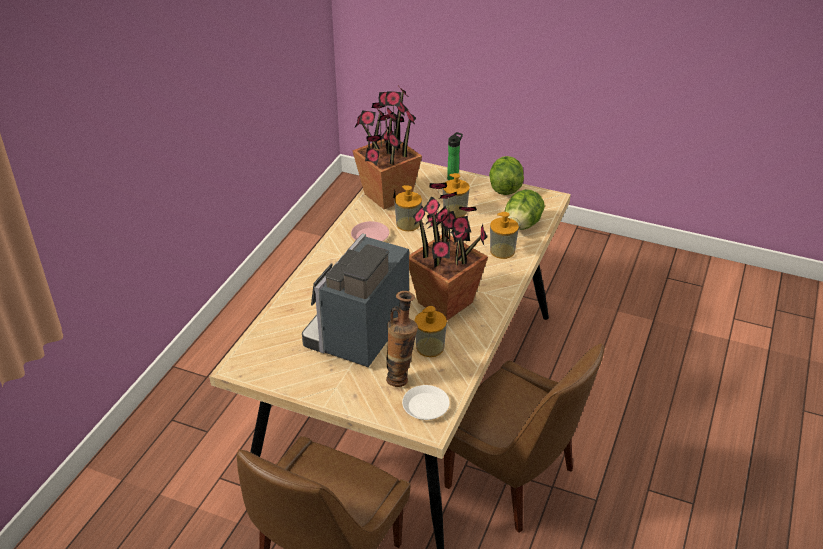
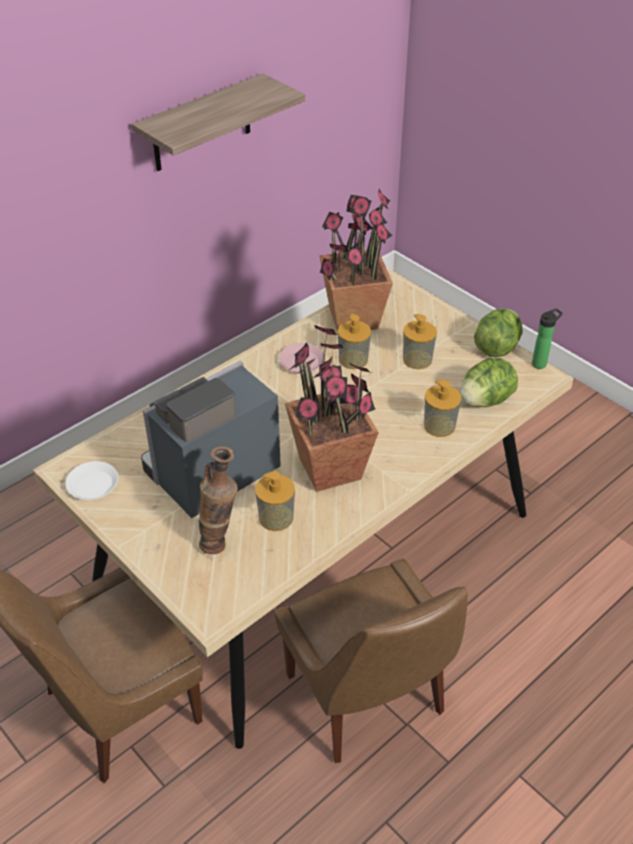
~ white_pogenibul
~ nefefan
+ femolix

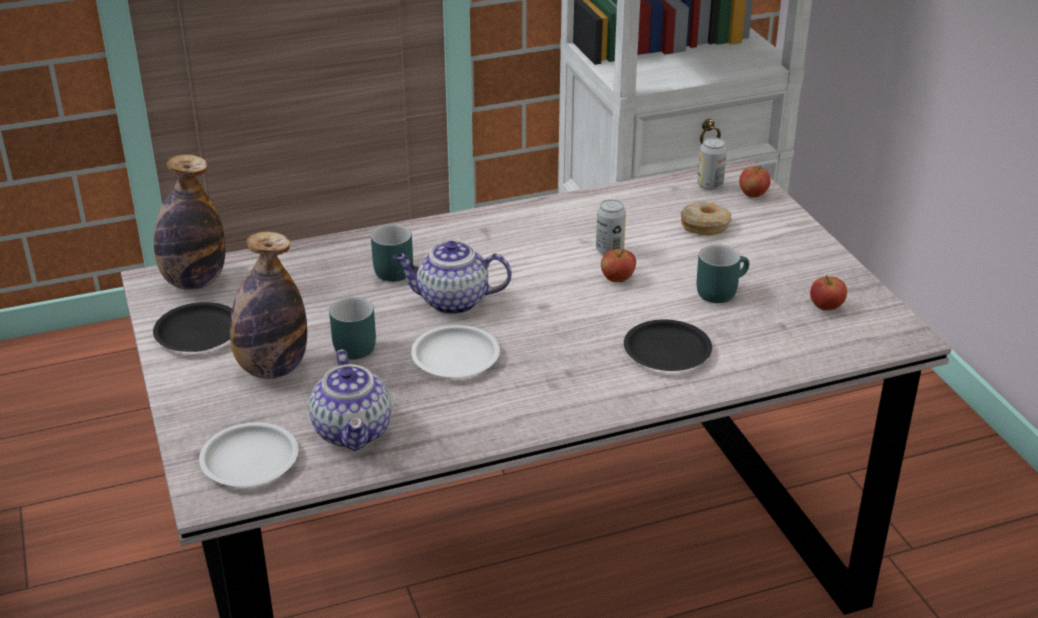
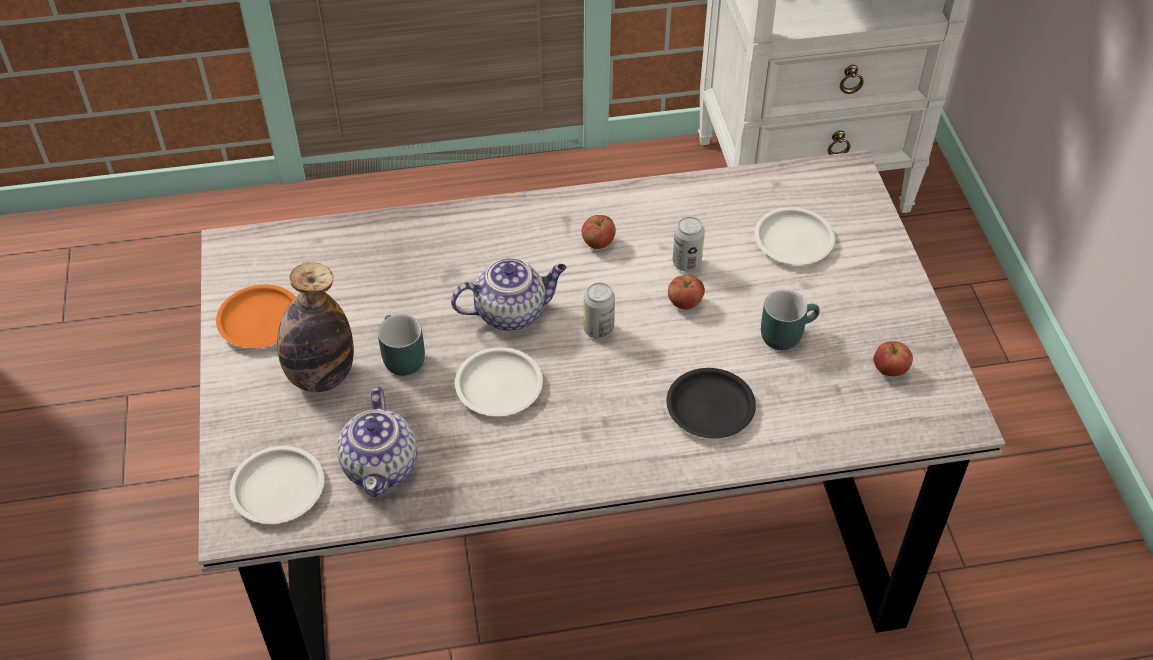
~ black_pogenibul (no. 1 from left) to orange_pogenibul
- nefefan (no. 1 from left)
- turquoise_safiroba (no. 2 from left)
~ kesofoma (no. 2 from left) 150 degrees clockwise
~ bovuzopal to white_pogenibul (no. 3 from left)
~ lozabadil (no. 2 from left in the first image) to lozabadil (no. 1 from left)
~ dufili (no. 2 from left in the first image) to dufili (no. 1 from left)

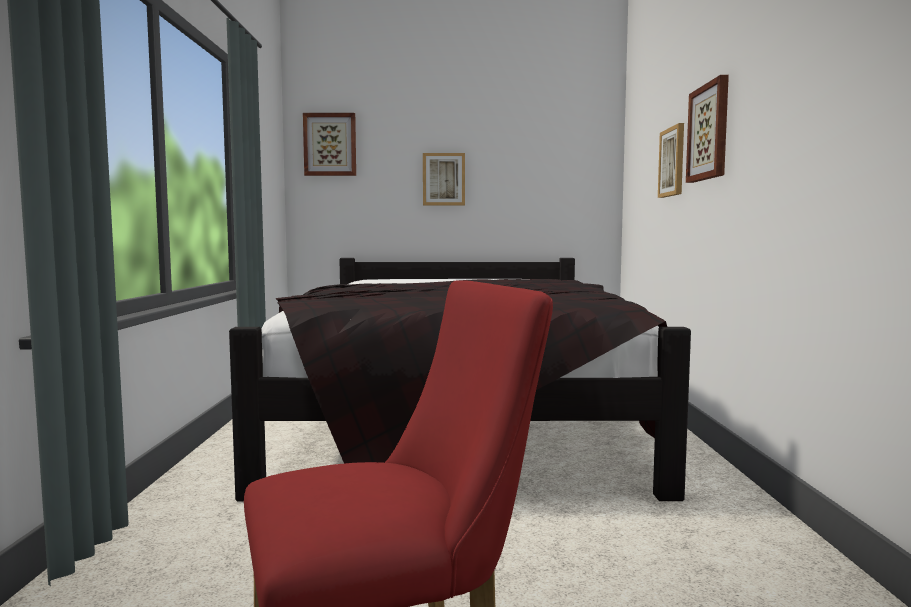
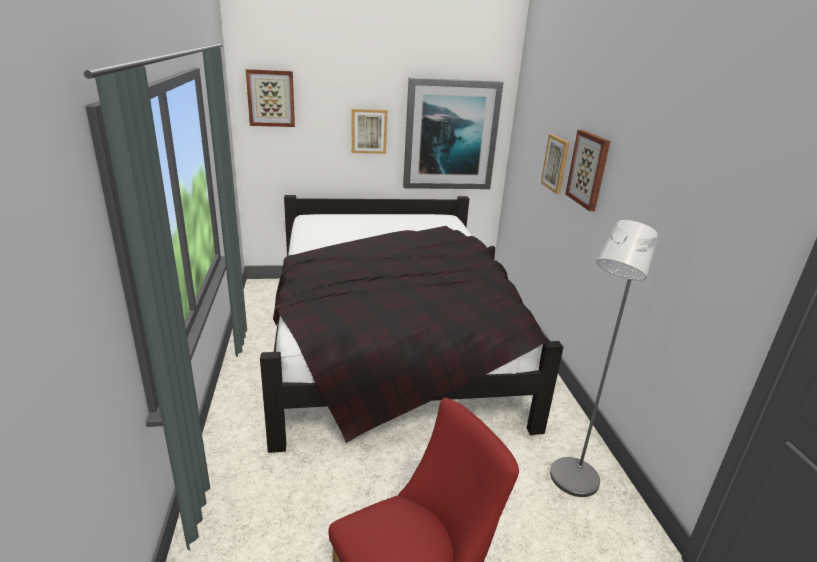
+ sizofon (no. 3 from left)
+ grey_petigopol

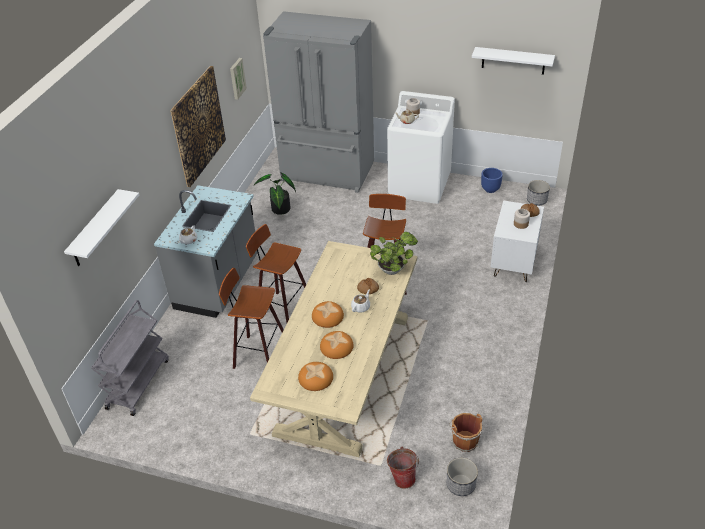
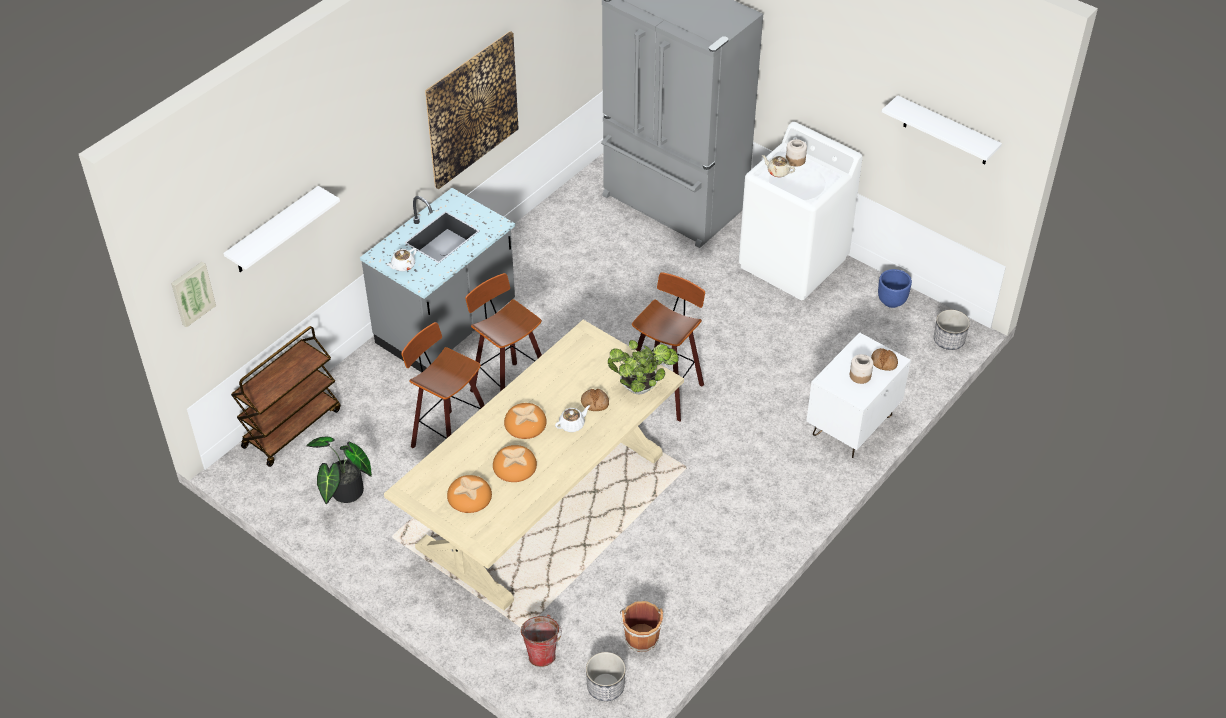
~ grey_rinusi to brown_rinusi
~ sizofon (no. 2 from left in the first image) to sizofon (no. 1 from left)
~ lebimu (no. 1 from left)

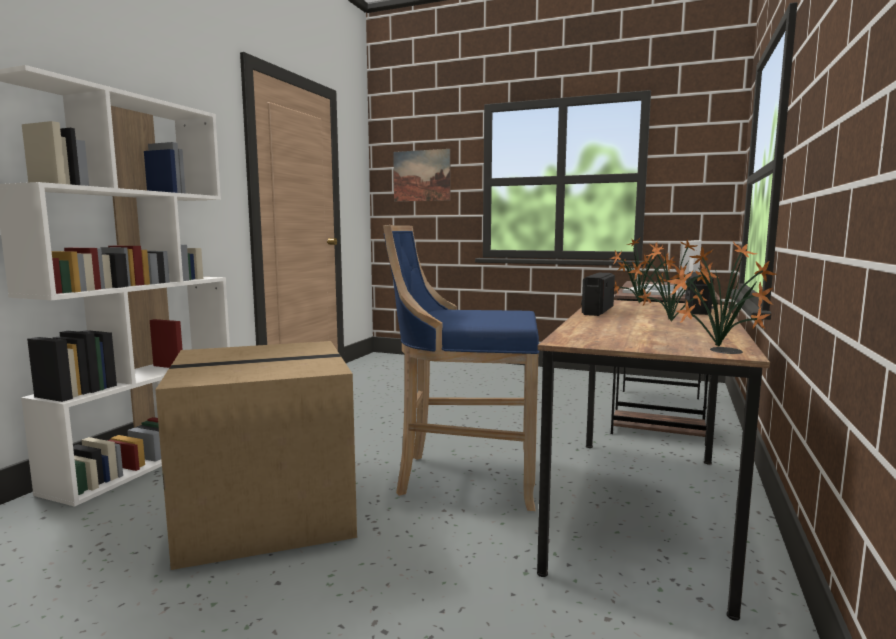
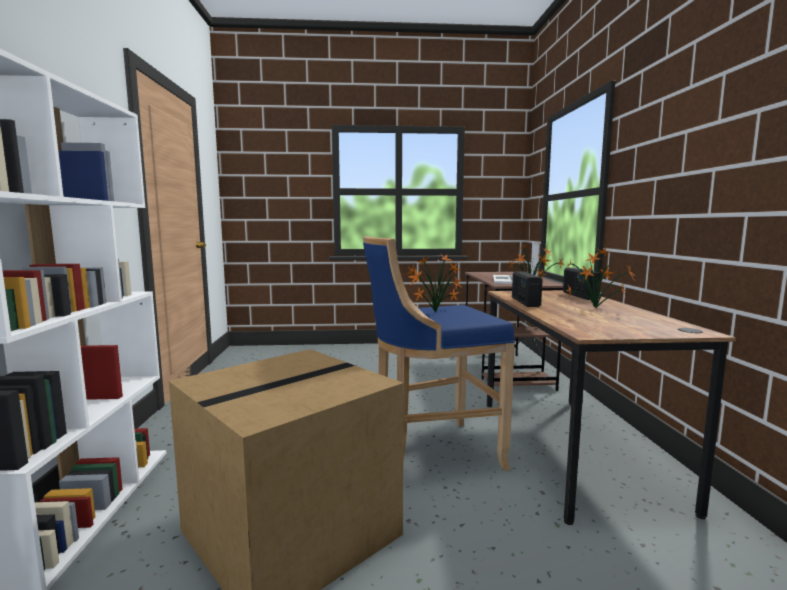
- sizofon
~ lebimu (no. 3 from left in the first image) to lebimu (no. 1 from left)

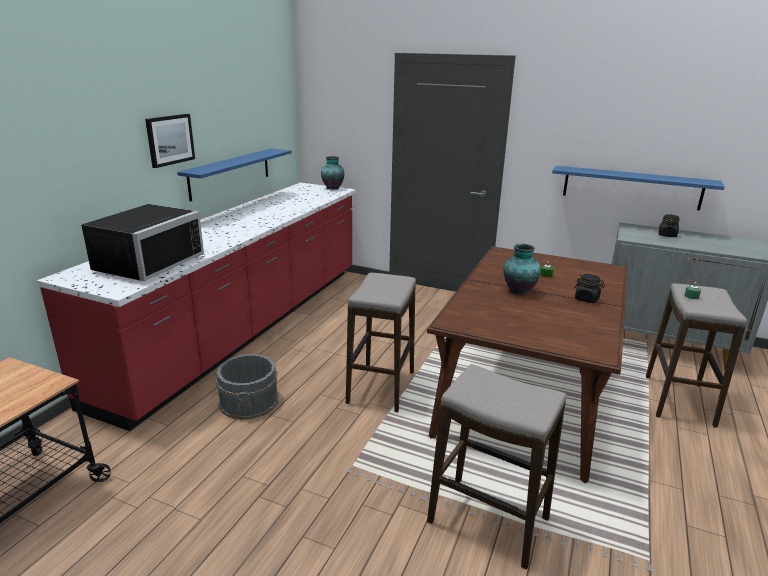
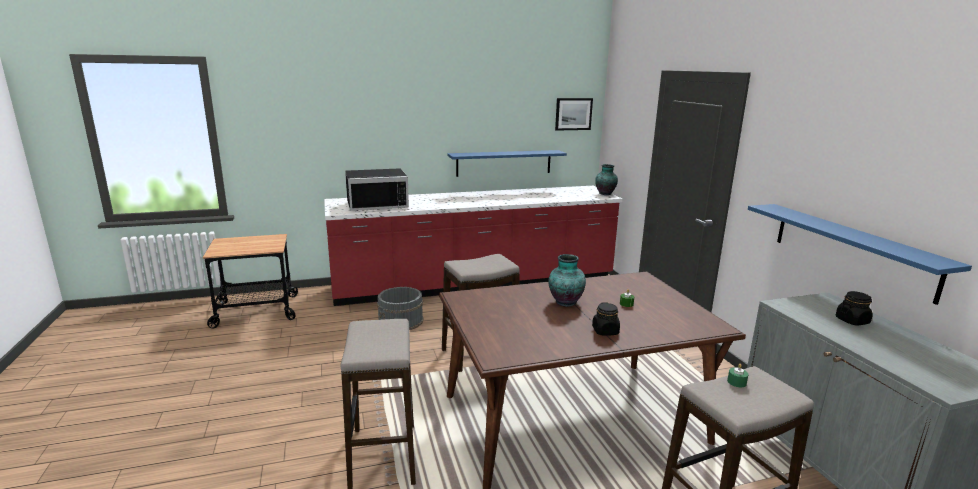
~ sizofon

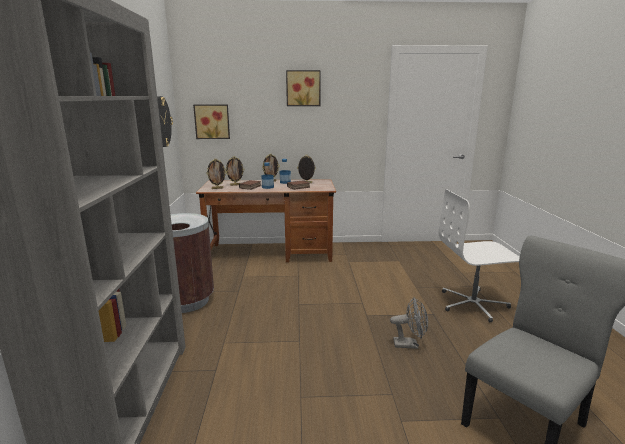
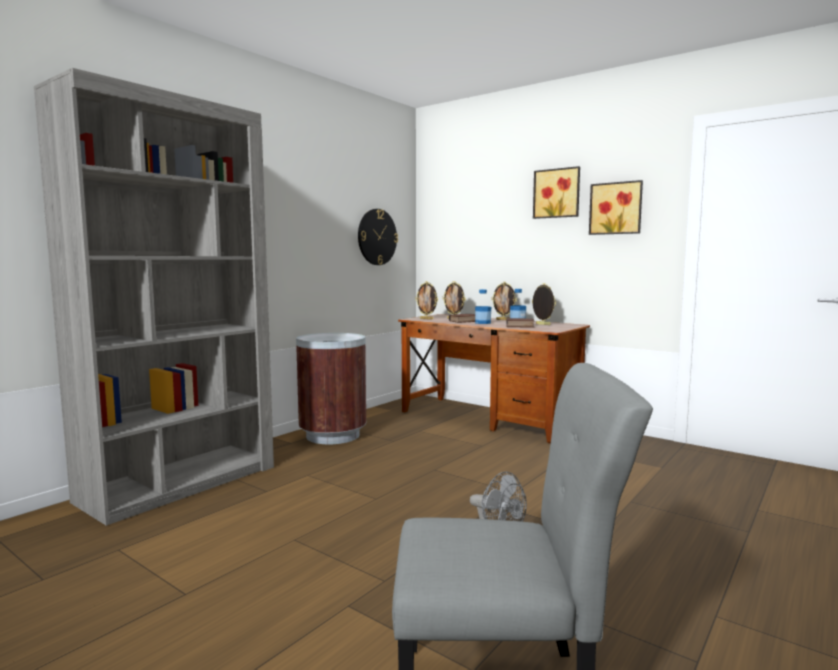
~ sizofon (no. 1 from left in the first image) to sizofon (no. 2 from left)
- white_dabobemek

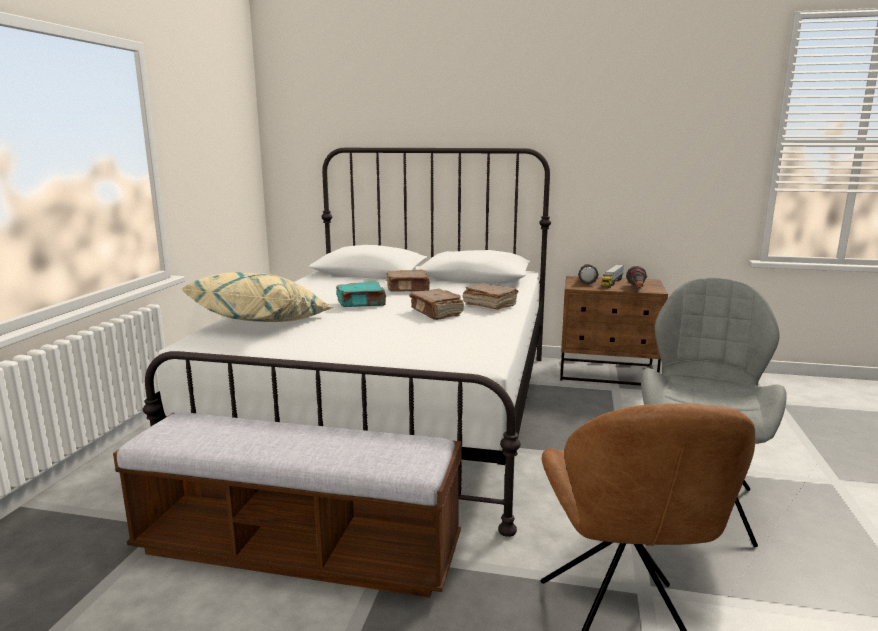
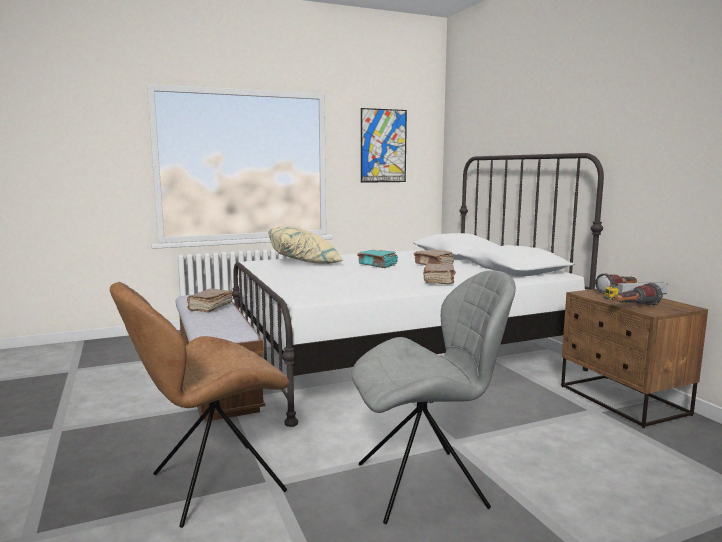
~ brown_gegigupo (no. 2 from left in the first image) to brown_gegigupo (no. 1 from left)
+ sizofon

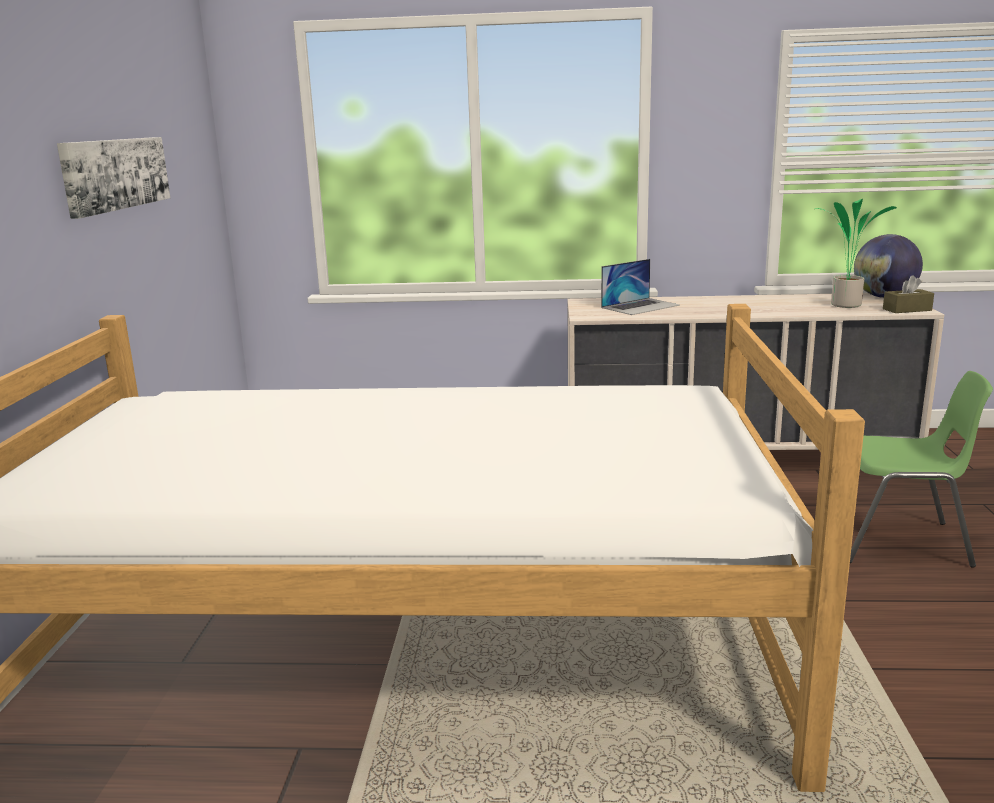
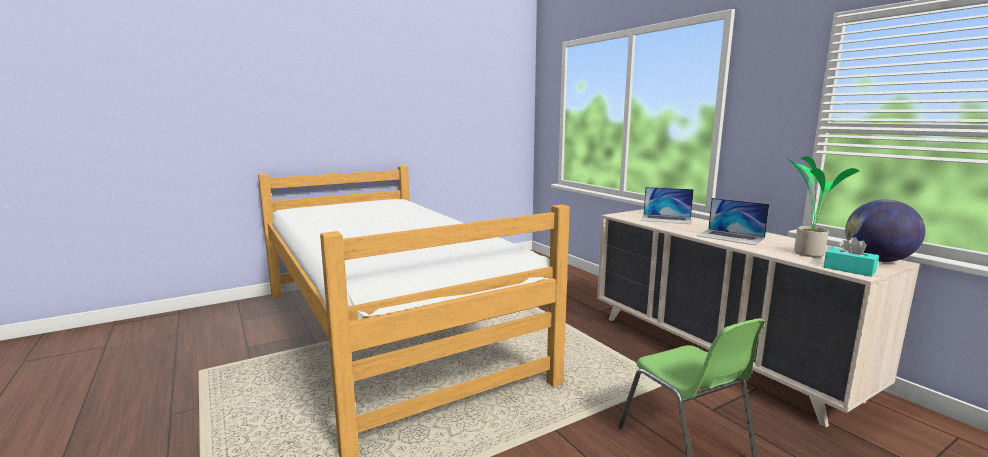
- sizofon
~ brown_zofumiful to turquoise_zofumiful
+ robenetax (no. 2 from left)

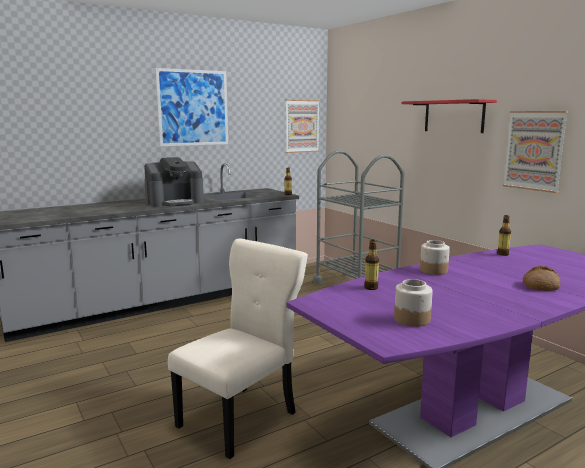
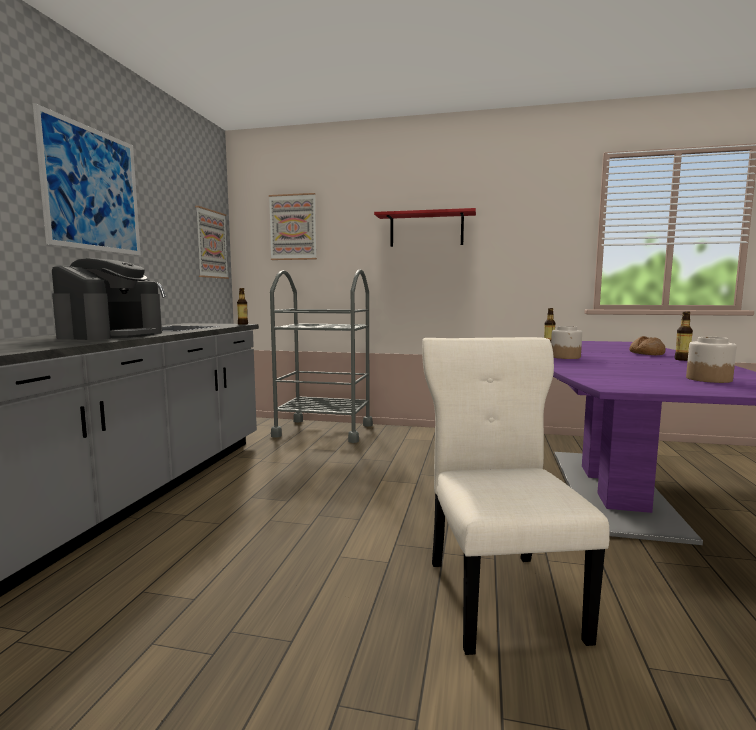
~ nefefan (no. 2 from left in the first image) to nefefan (no. 3 from left)
~ sizofon (no. 3 from left)

